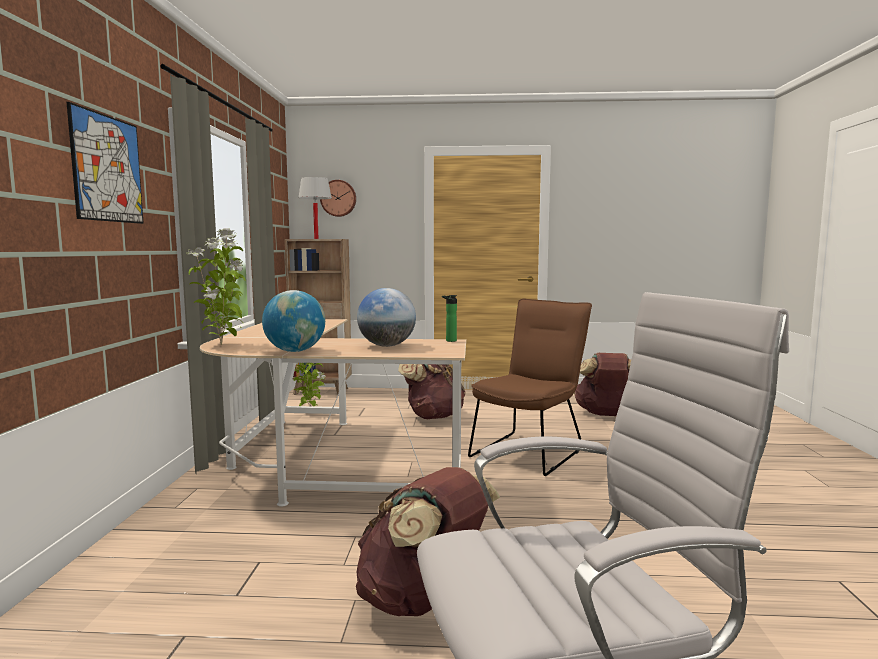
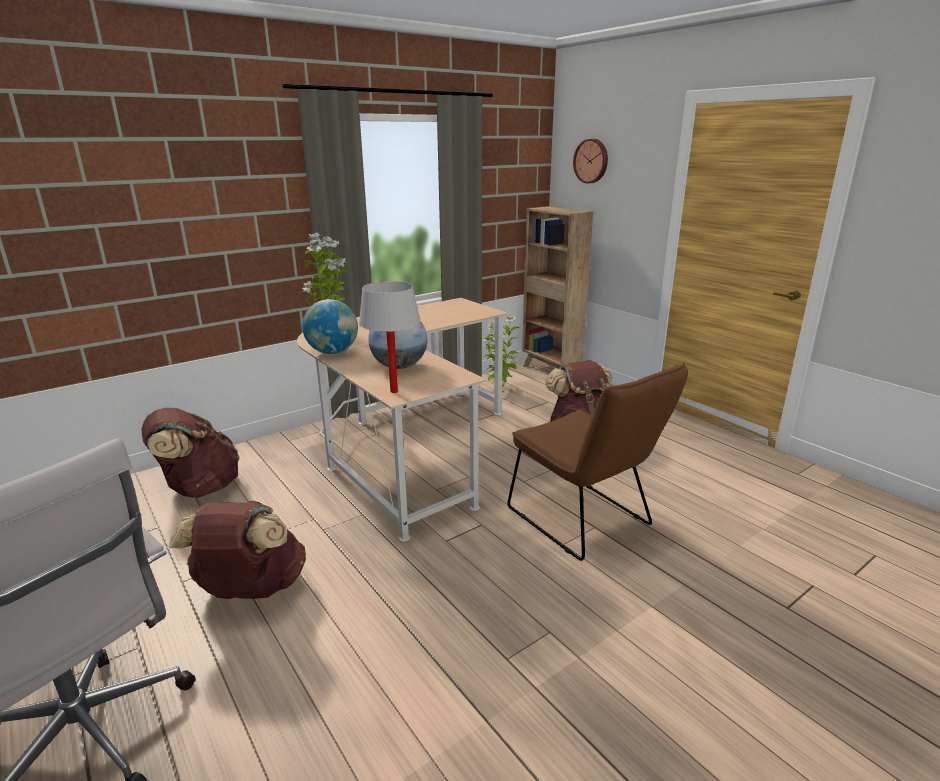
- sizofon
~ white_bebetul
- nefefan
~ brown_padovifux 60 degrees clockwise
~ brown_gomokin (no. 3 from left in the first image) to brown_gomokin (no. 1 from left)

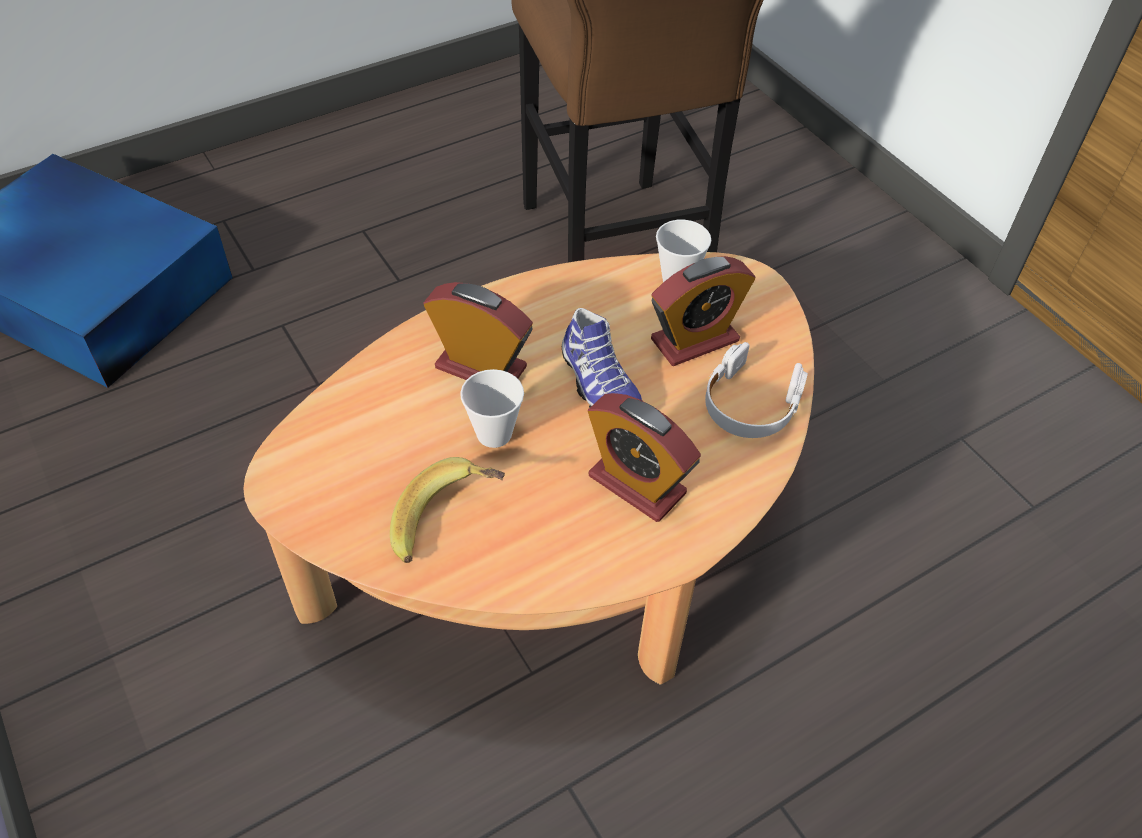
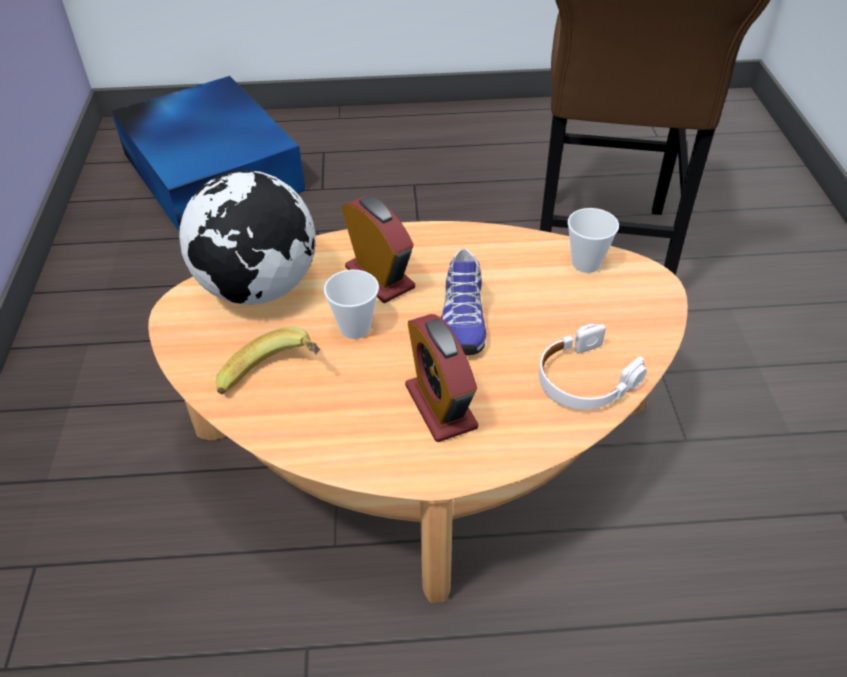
- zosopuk (no. 3 from left)
+ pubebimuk

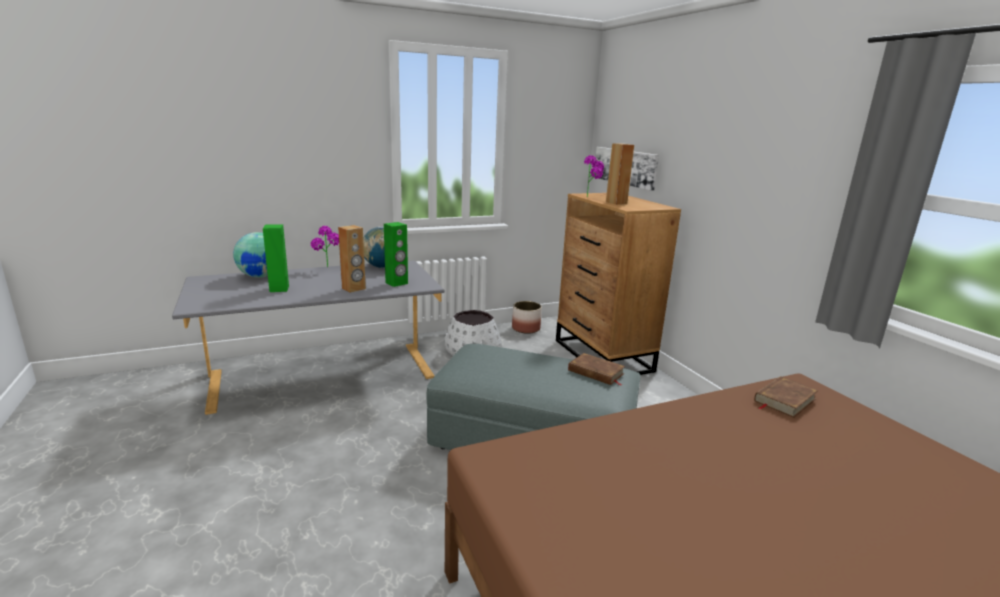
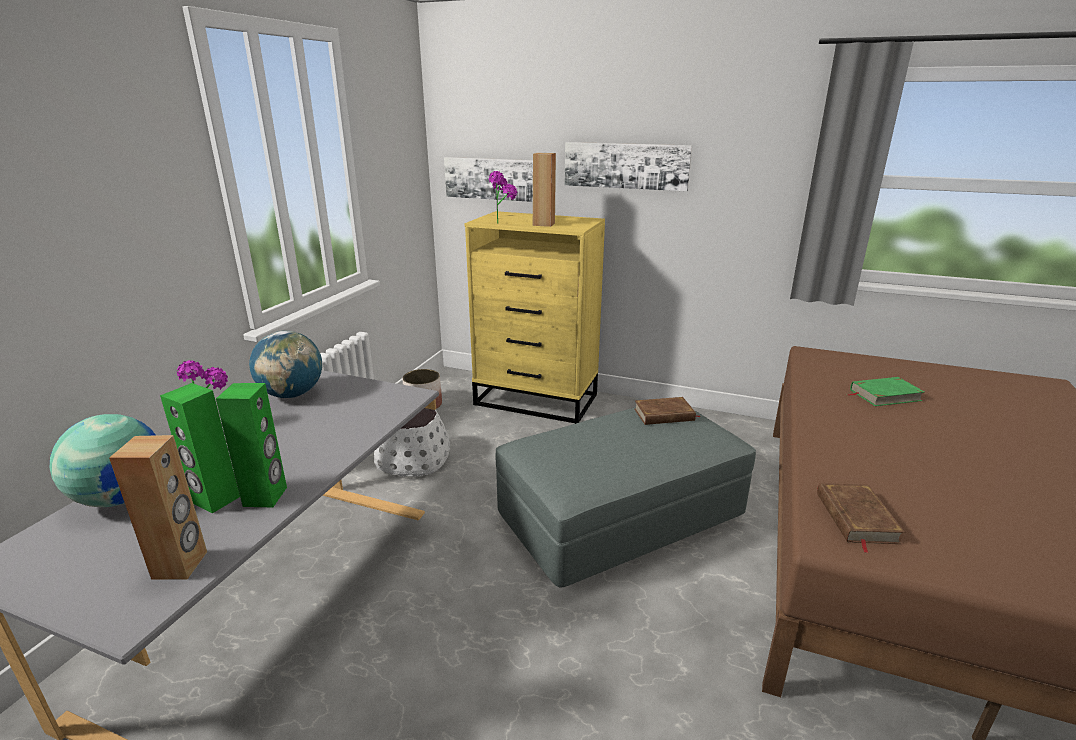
~ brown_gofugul (no. 1 from left)
~ green_gofugul (no. 2 from left)
~ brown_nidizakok to yellow_nidizakok
~ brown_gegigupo (no. 2 from left)
+ sizofon (no. 2 from left)
+ green_gegigupo

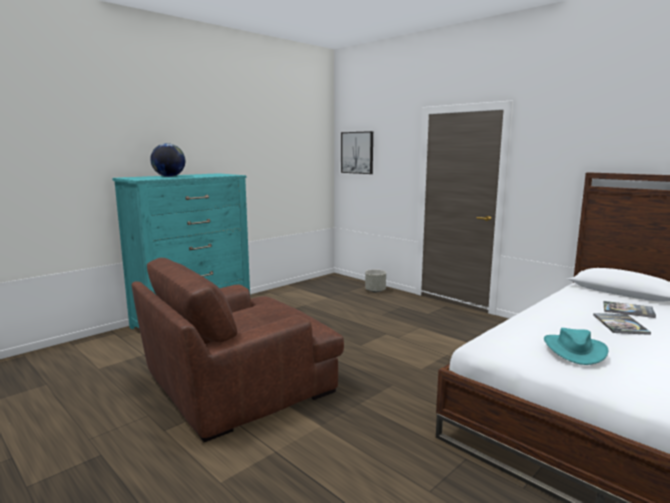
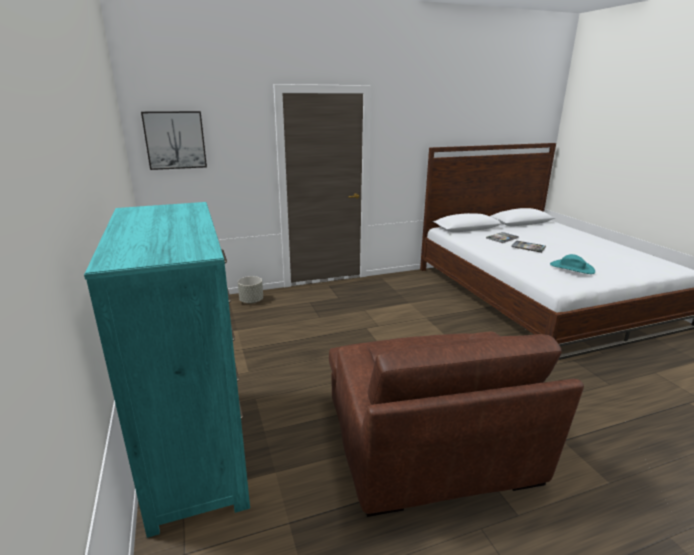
- pubebimuk

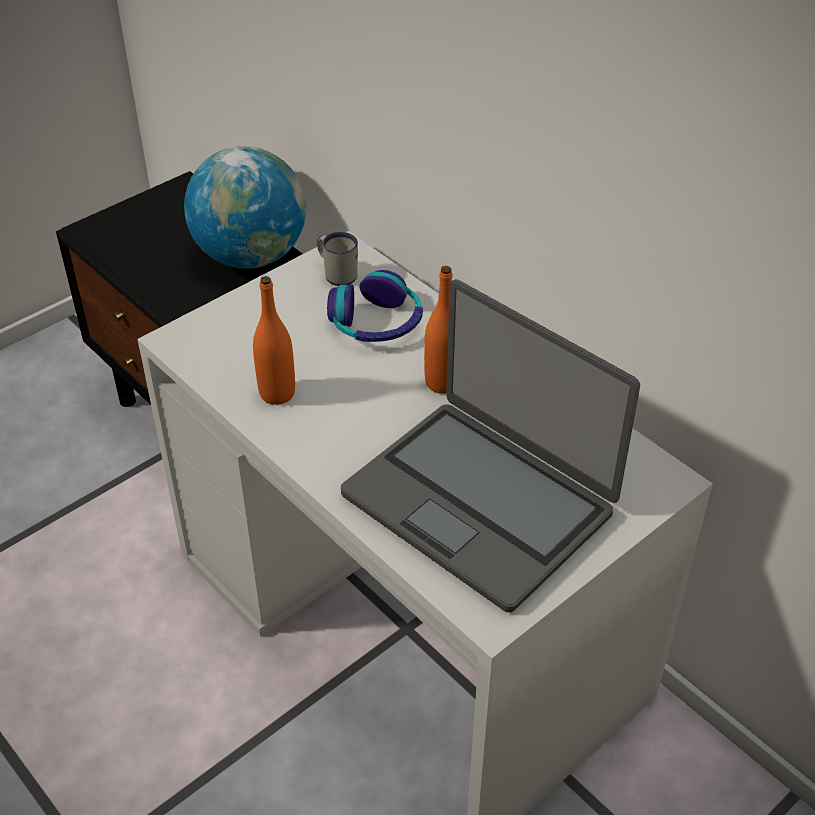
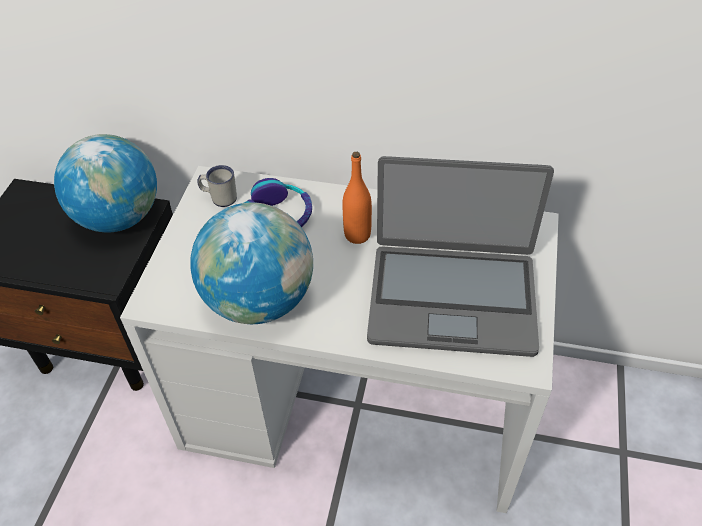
~ orange_nefefan (no. 1 from left) to pubebimuk (no. 2 from left)

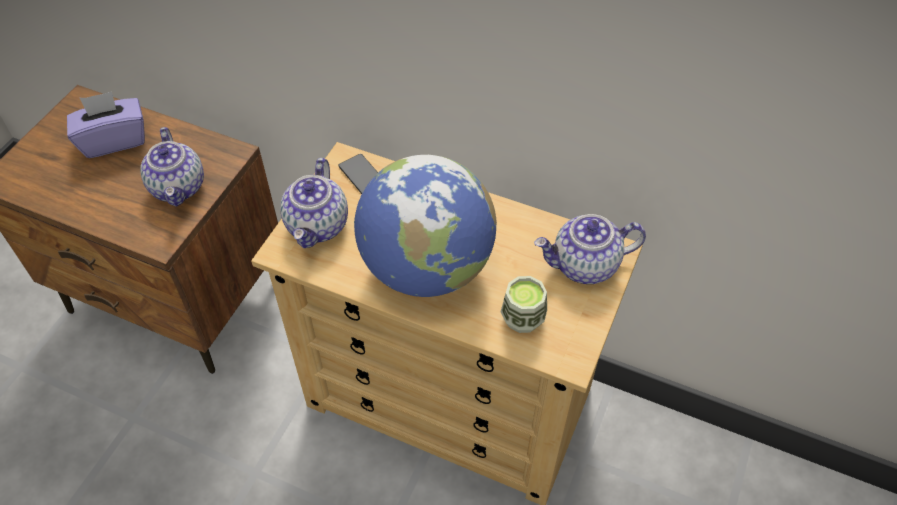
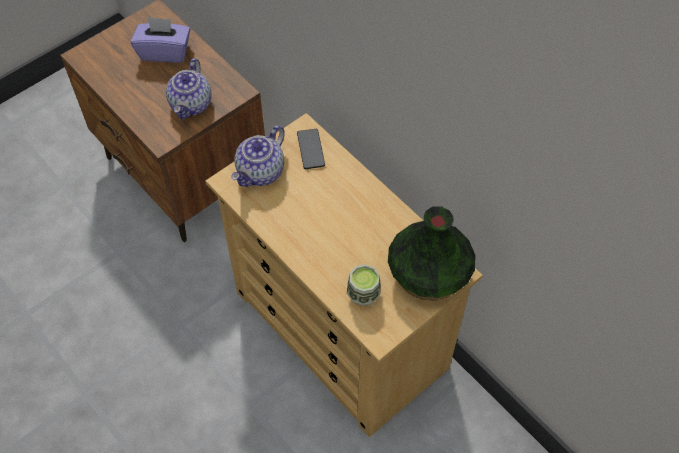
- pubebimuk
~ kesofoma (no. 3 from left) to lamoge

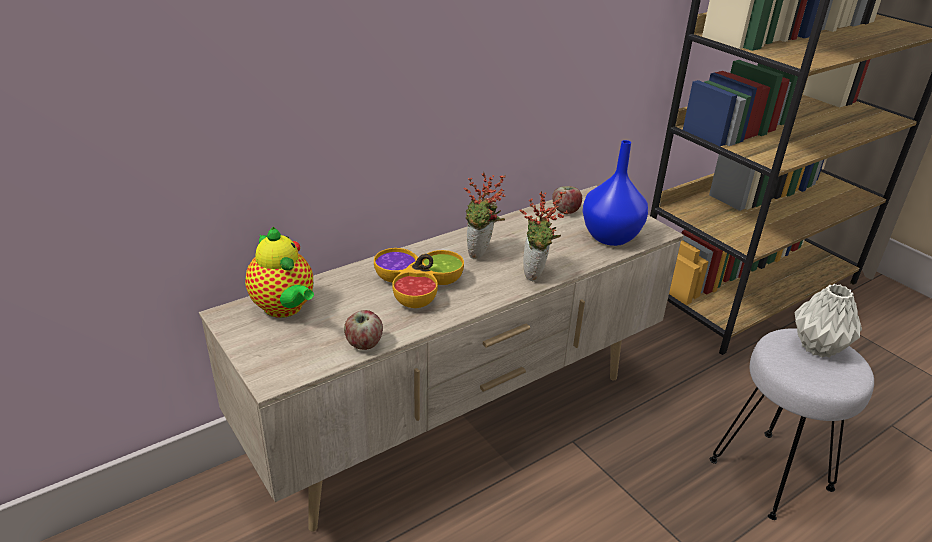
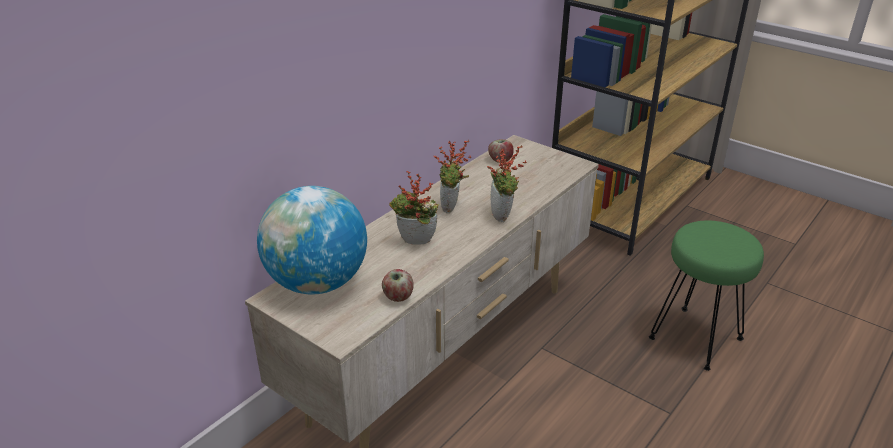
~ kesofoma to pubebimuk
~ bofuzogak to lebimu (no. 1 from left)
- blue_lamoge
~ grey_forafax to green_forafax
- grey_lamoge

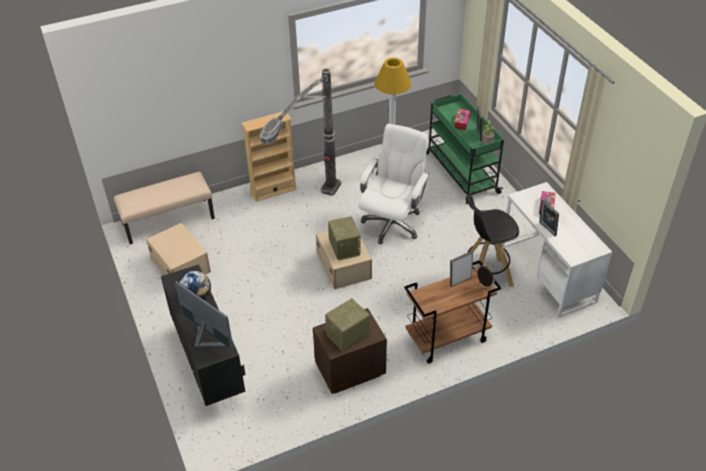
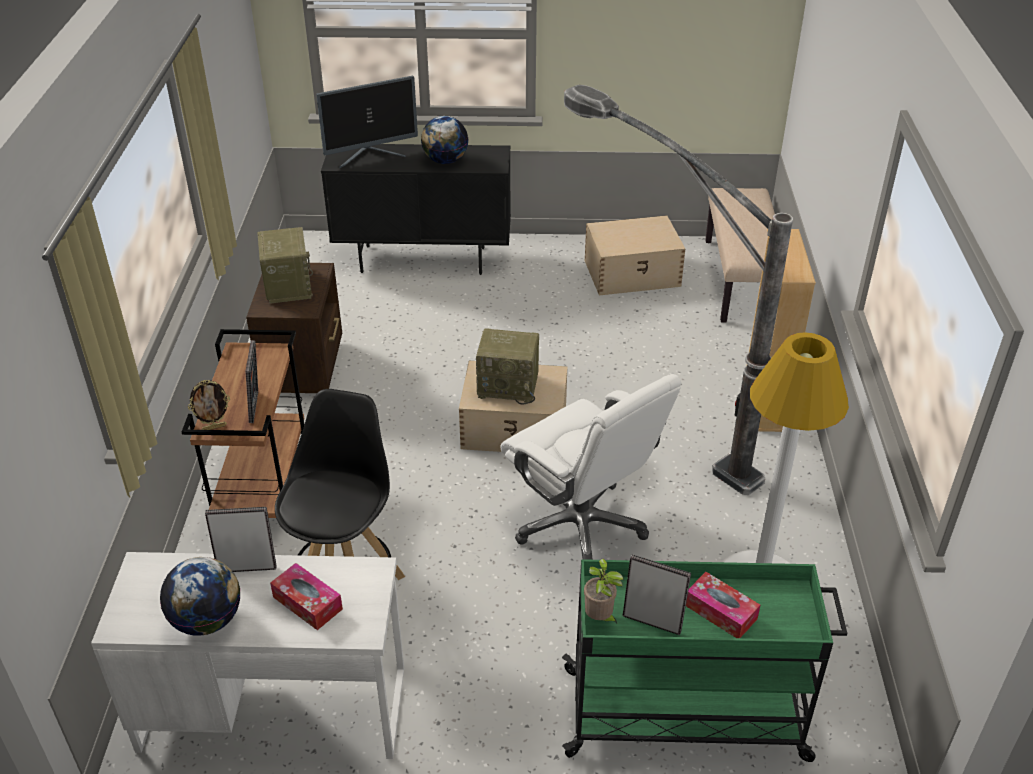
+ pubebimuk (no. 1 from left)

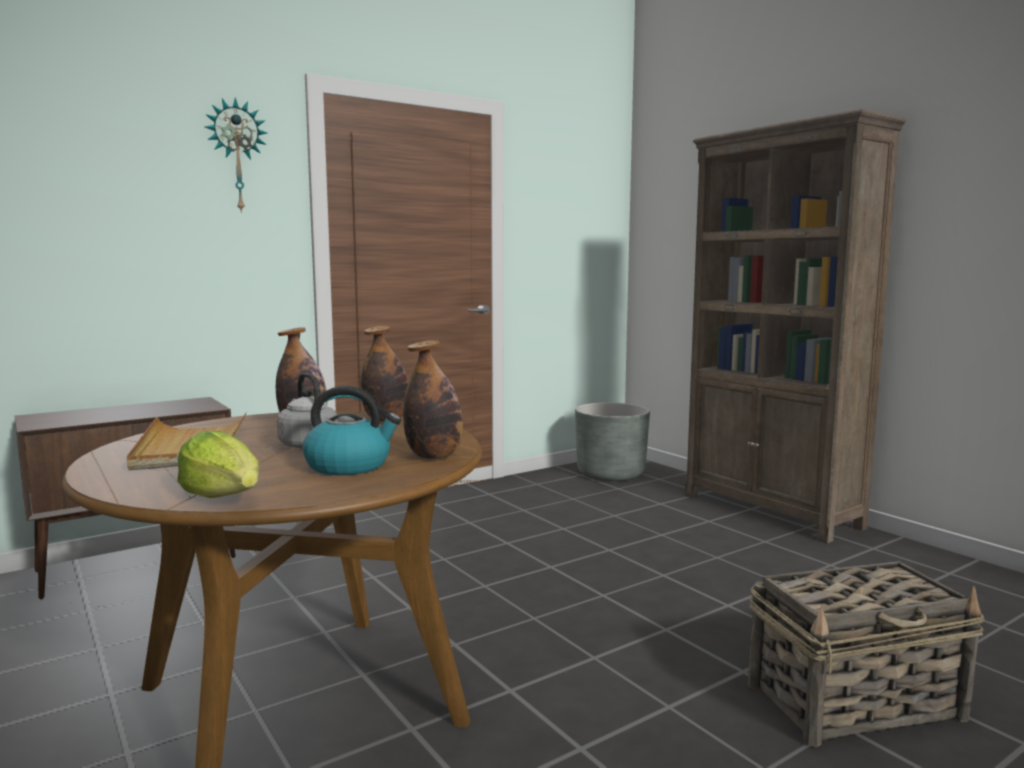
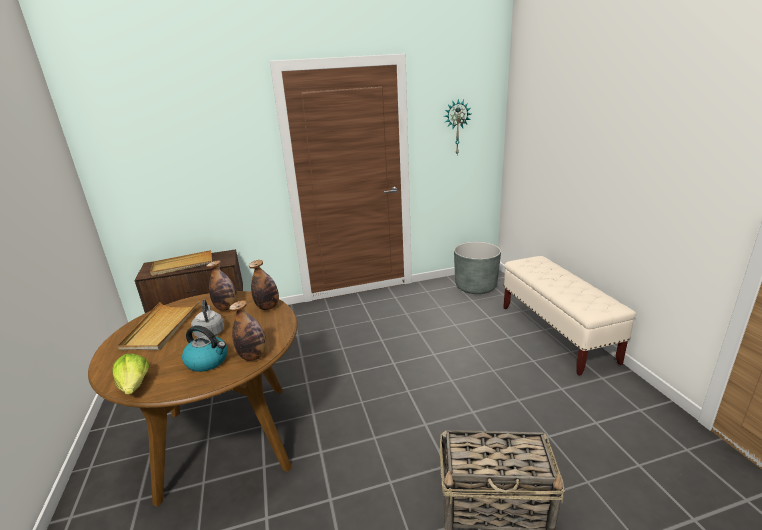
~ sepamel
~ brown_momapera to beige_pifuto
+ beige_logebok (no. 2 from left)

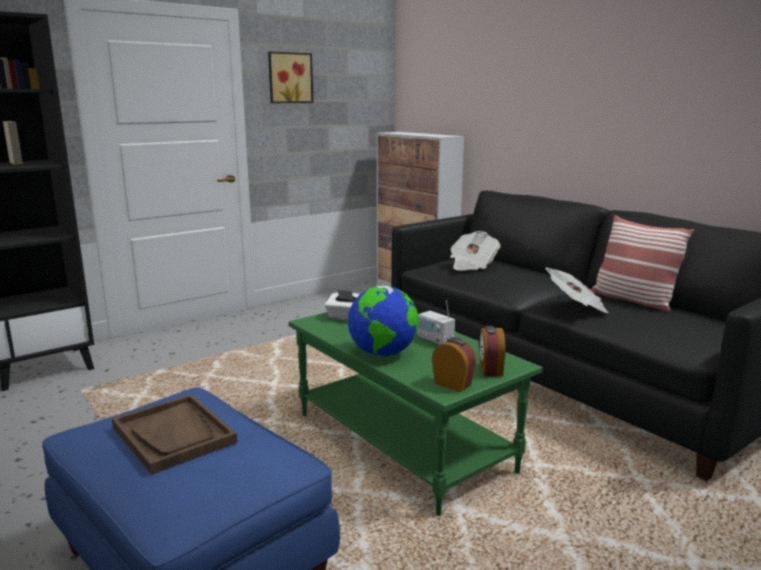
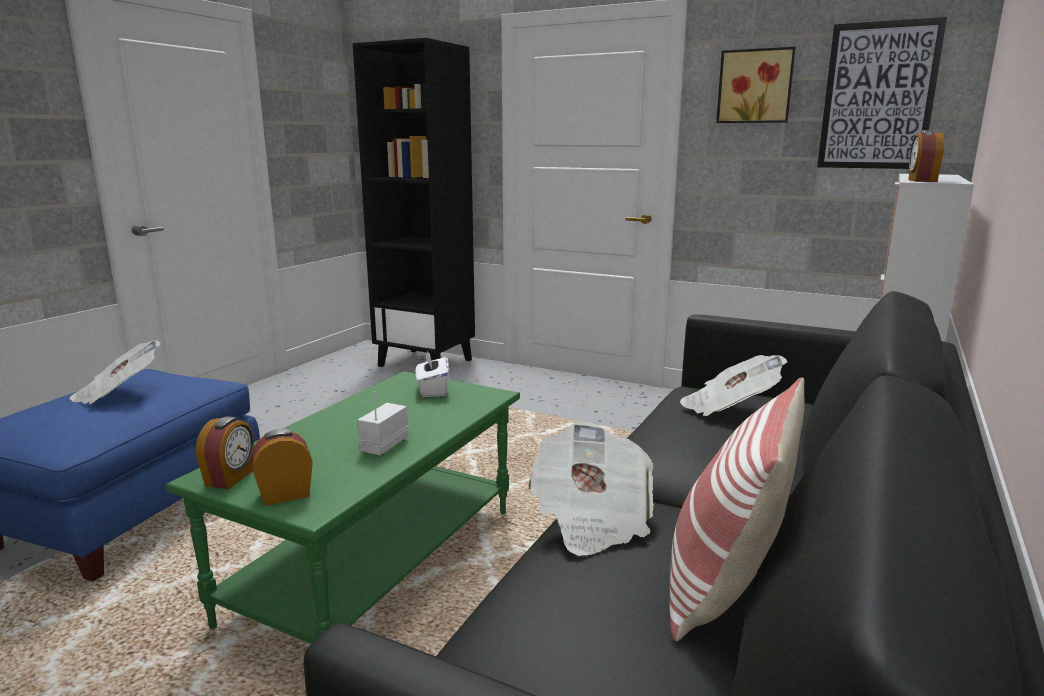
~ brown_logebok to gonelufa (no. 1 from left)
- pubebimuk
+ sizofon (no. 2 from left)
+ zosopuk (no. 3 from left)

